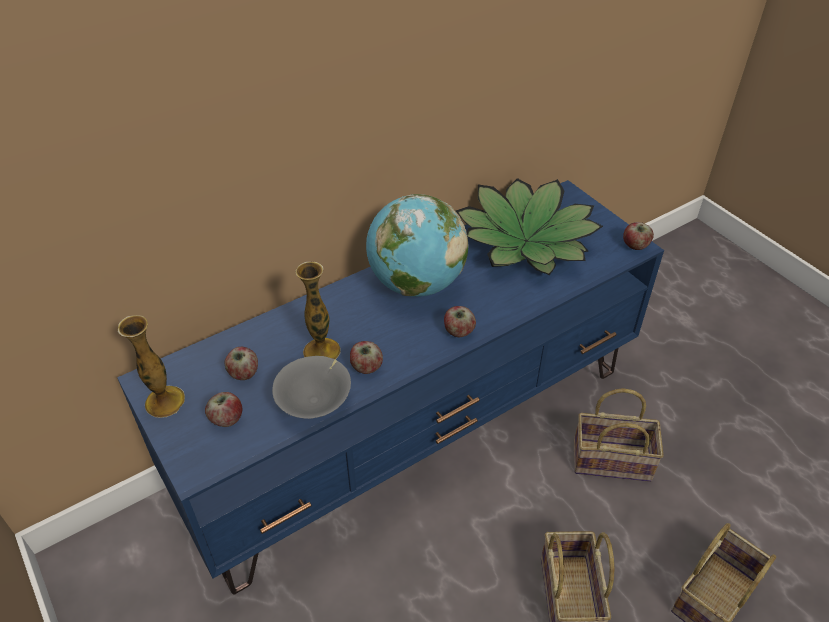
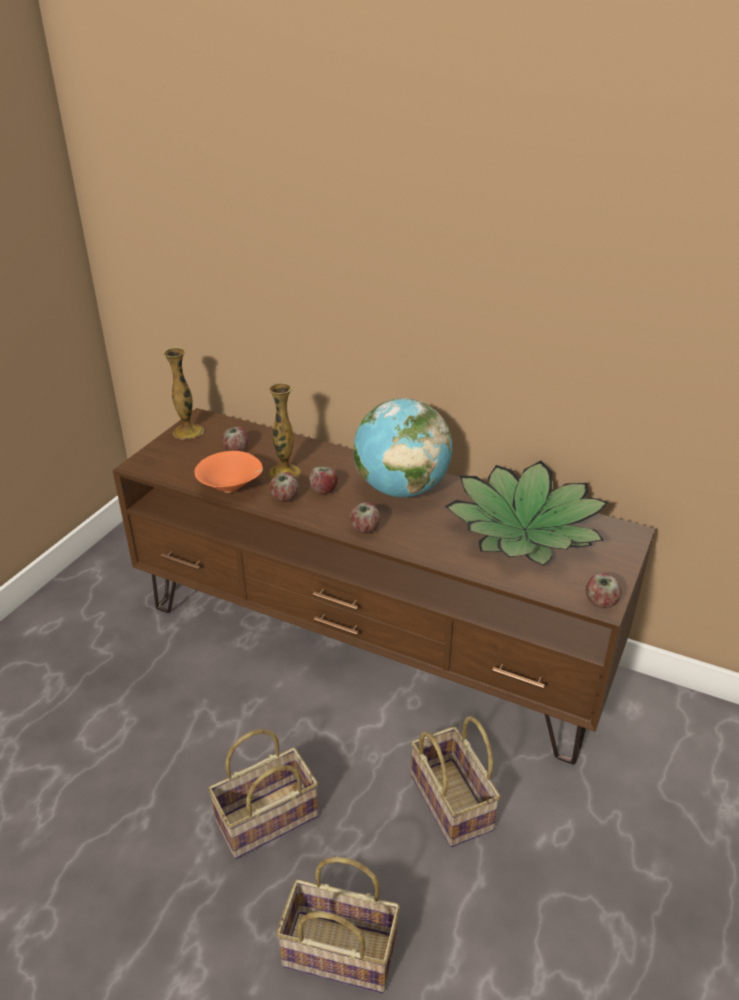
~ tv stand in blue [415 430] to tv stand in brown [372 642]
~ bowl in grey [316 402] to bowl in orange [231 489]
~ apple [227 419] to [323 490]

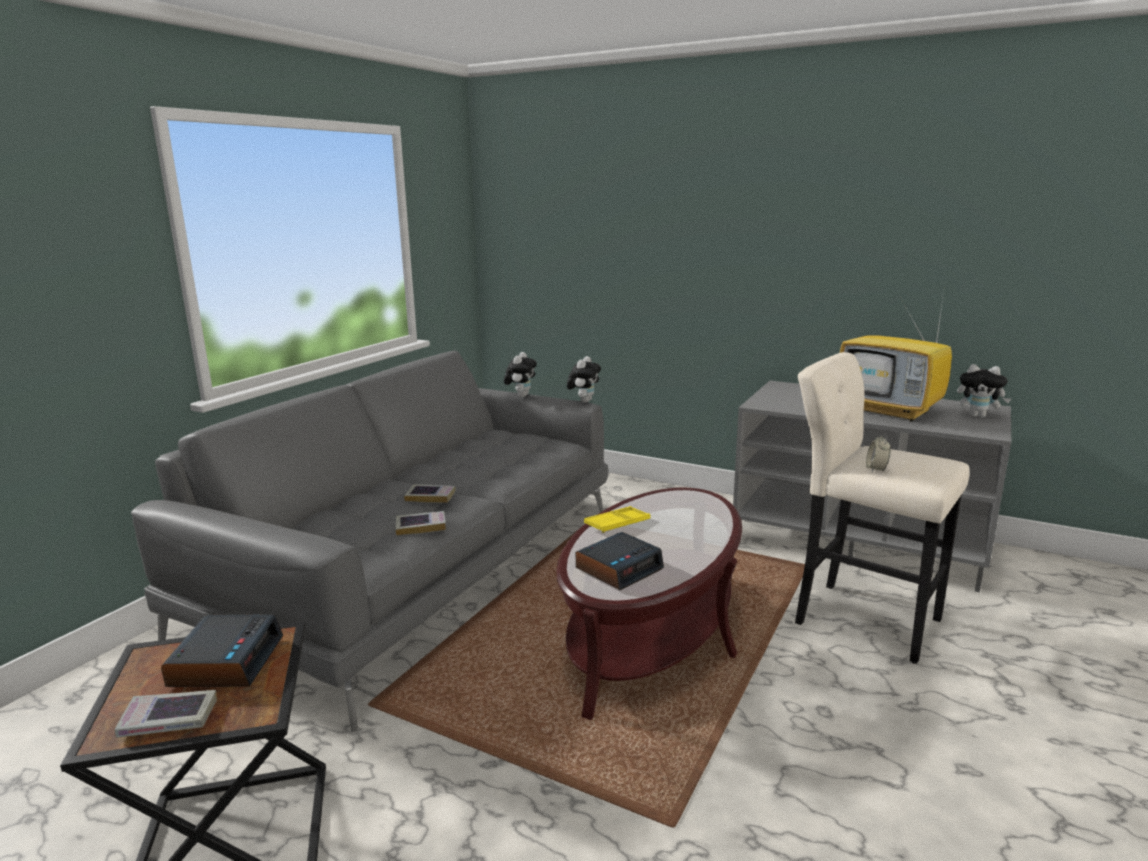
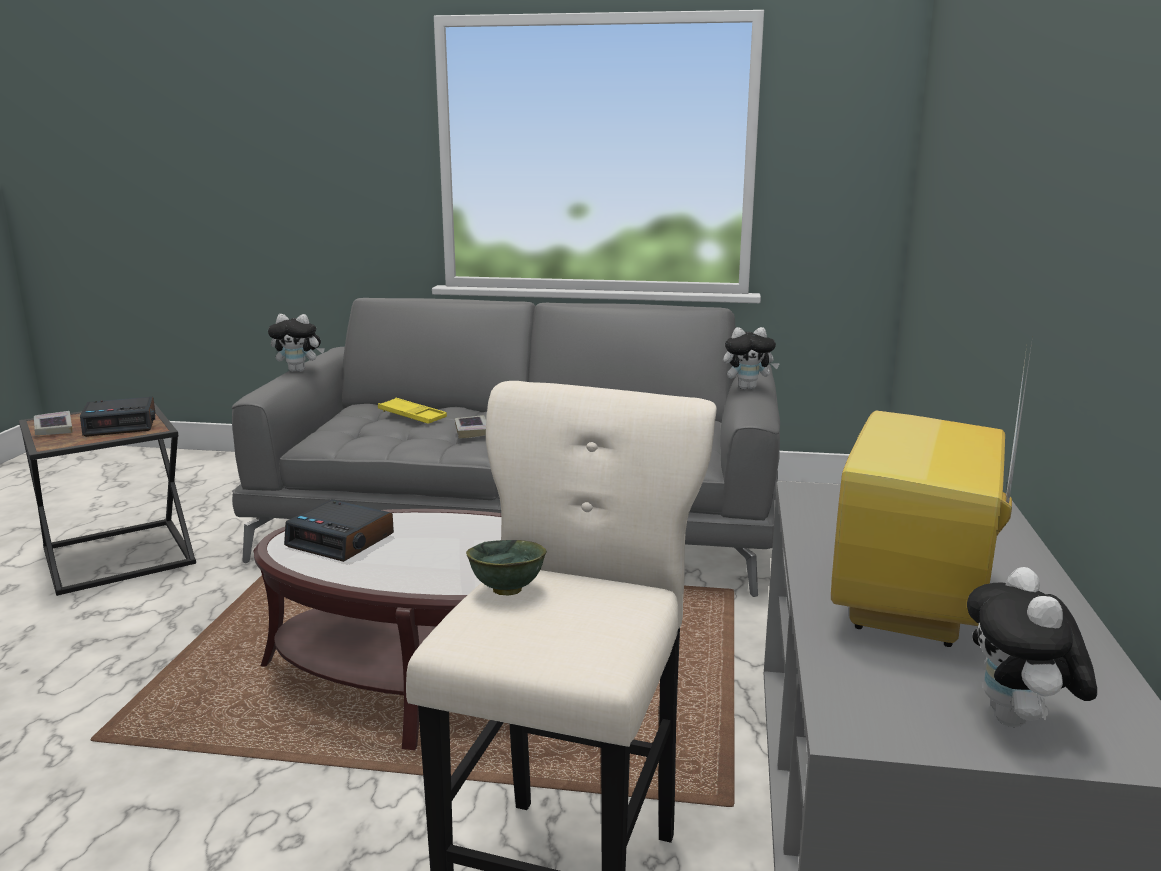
~ plush toy [584 401] to [299 370]
~ alarm clock [876 469] to bowl in green [505 590]
~ tray in yellow [617 524] to [412 416]
- book [421 526]

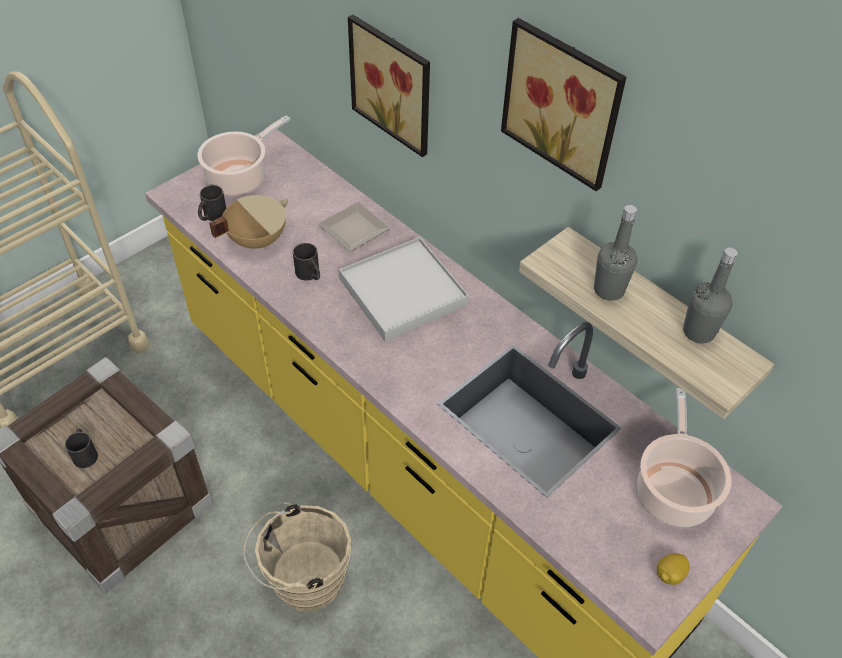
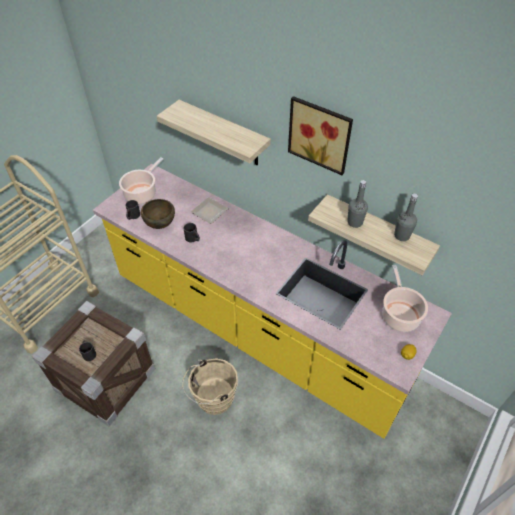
~ picture [394 83] to shelf [224 134]
~ cooking pot in beige [256 239] to bowl in brown [160 225]
- tray in white [403 292]

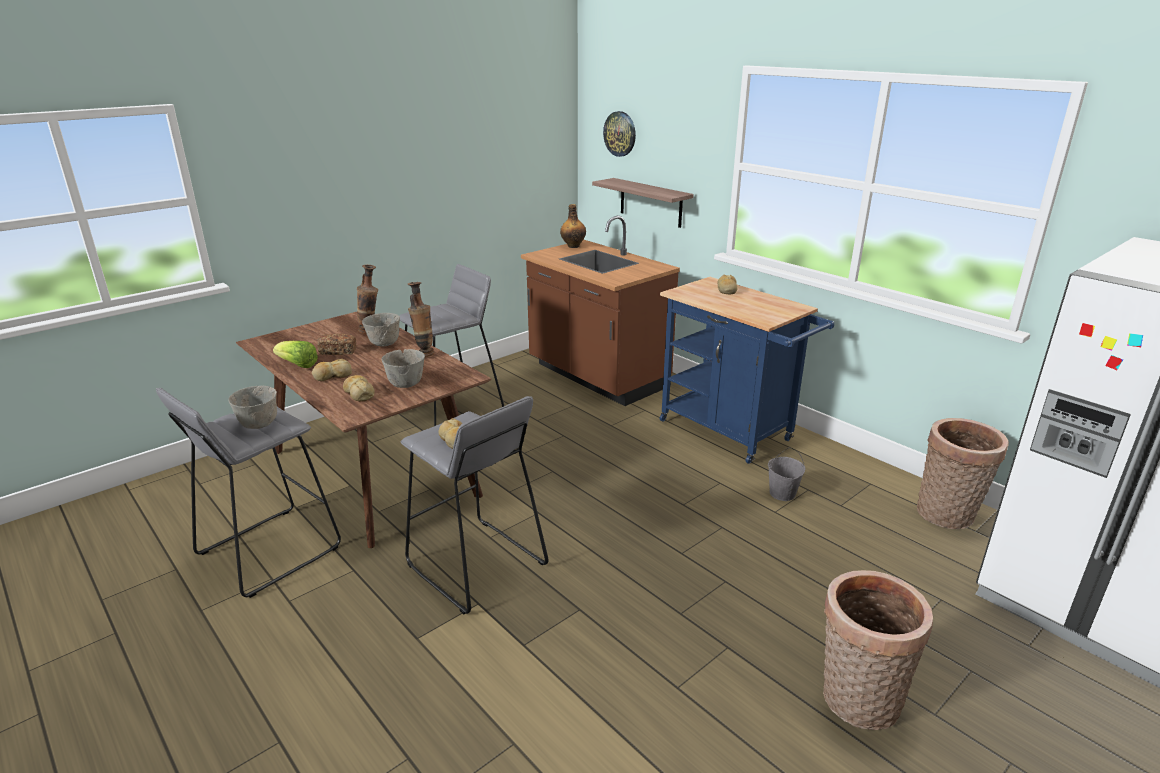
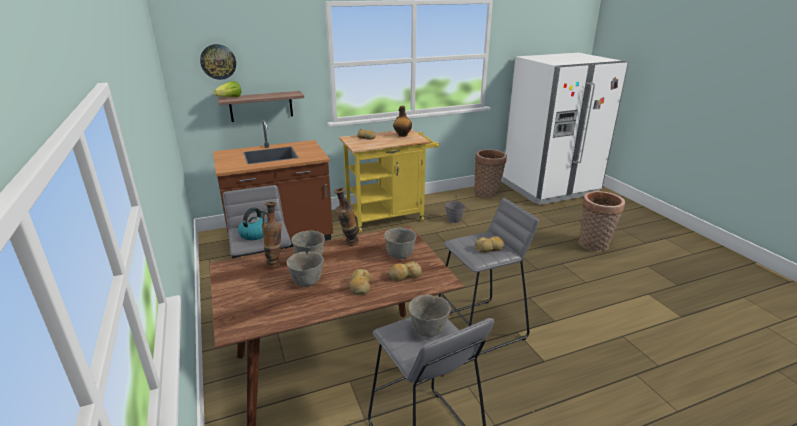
~ bottle [573 246] to [402 135]
~ cart in blue [732 433] to cart in yellow [390 216]
~ bread [338 351] to bowl in grey [307 281]
~ lettuce [298 365] to [230 98]
+ kettle [255 234]

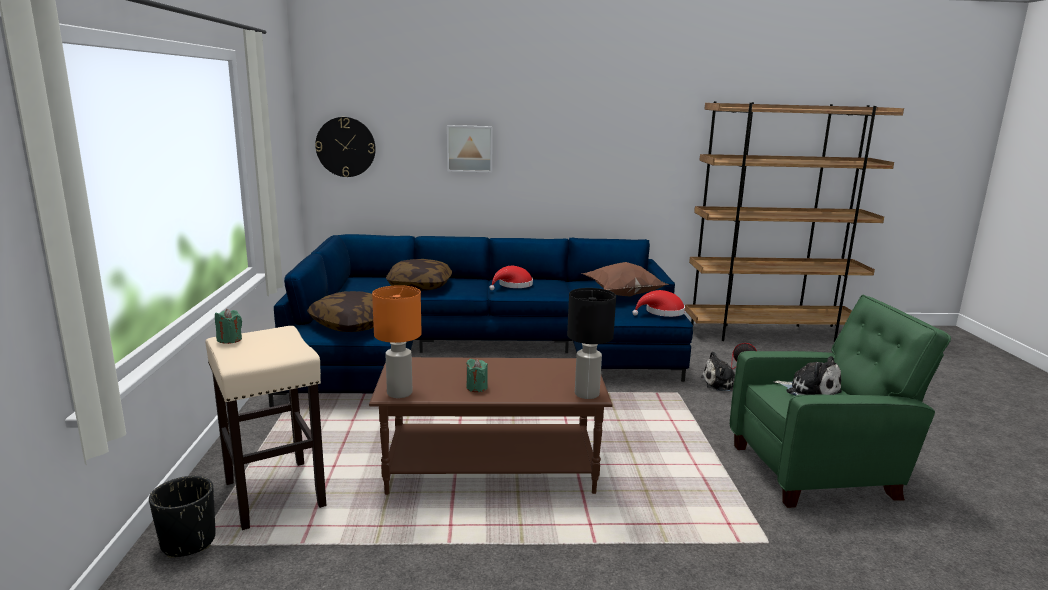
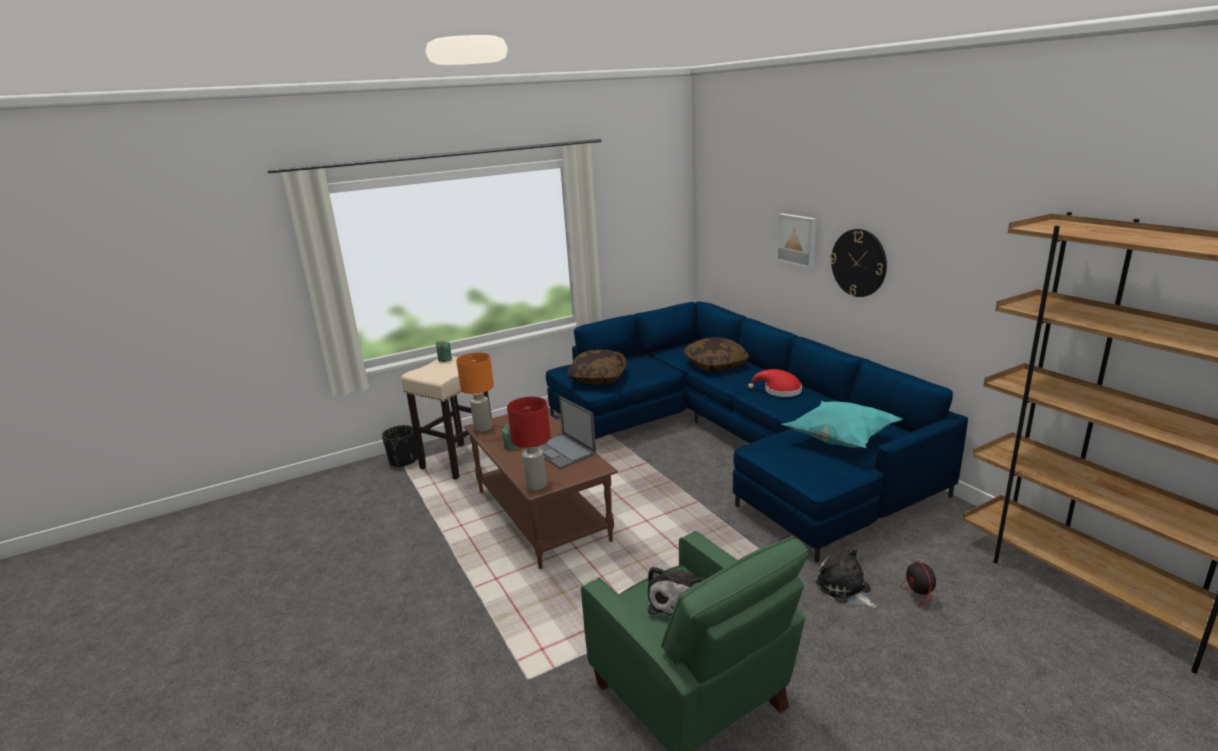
~ wall clock [345 147] to [858 263]
~ pillow in brown [621 295] to pillow in turquoise [839 441]
~ table lamp in black [587 394] to table lamp in red [535 485]
- hat in red [661 312]
+ laptop [563 451]

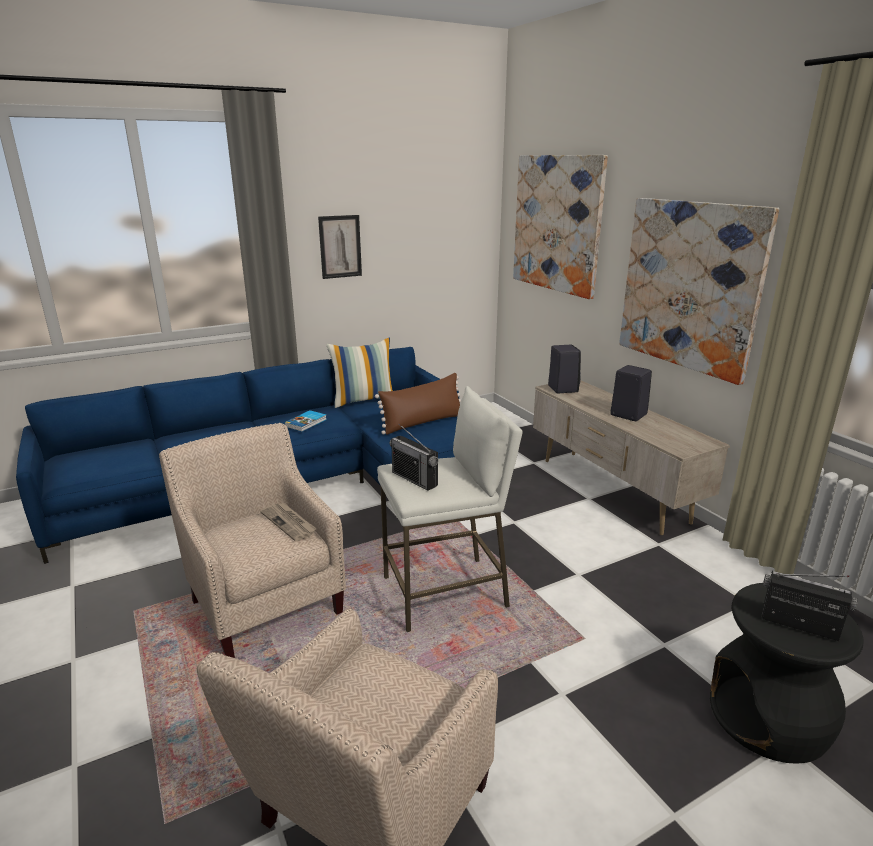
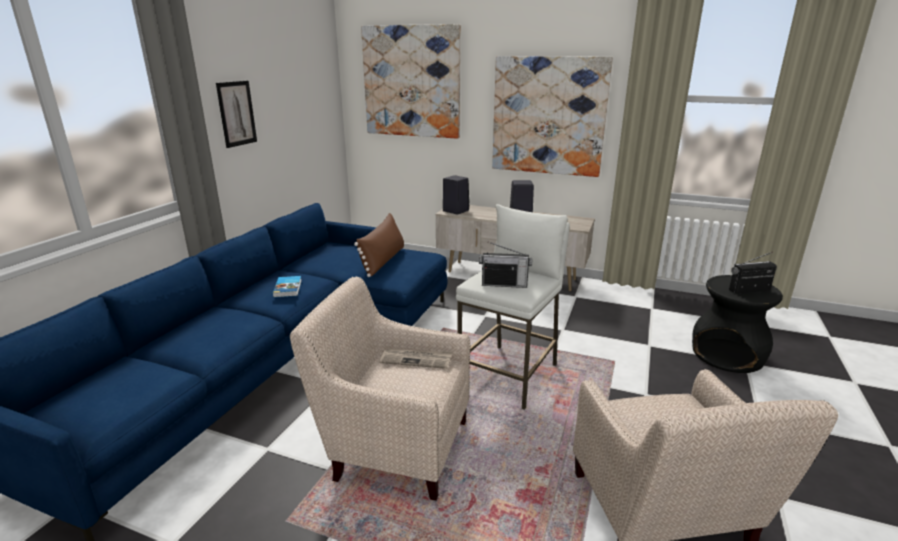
- pillow [364 400]

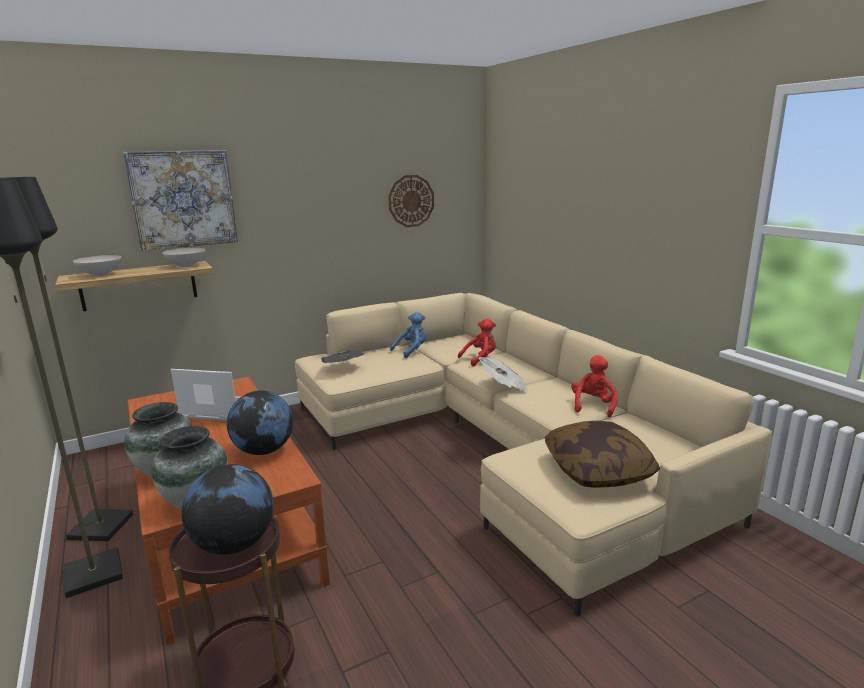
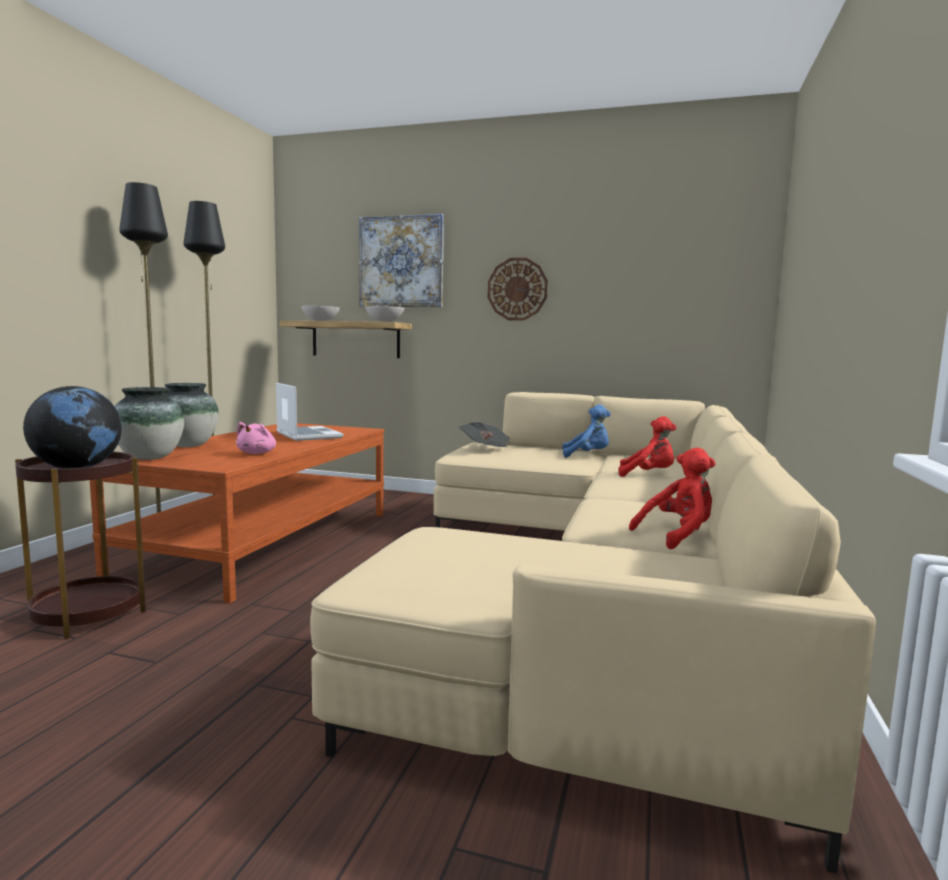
~ wall clock [411 201] to [517 289]
- newspaper [504 386]
~ globe [264 451] to plush toy in pink [257 453]
- pillow [598 470]

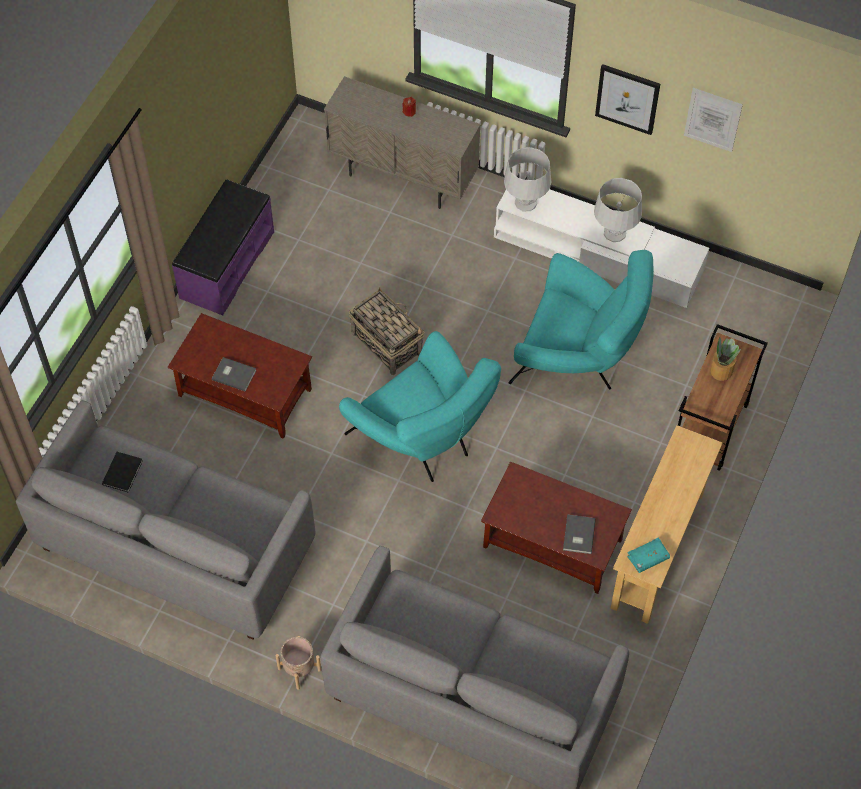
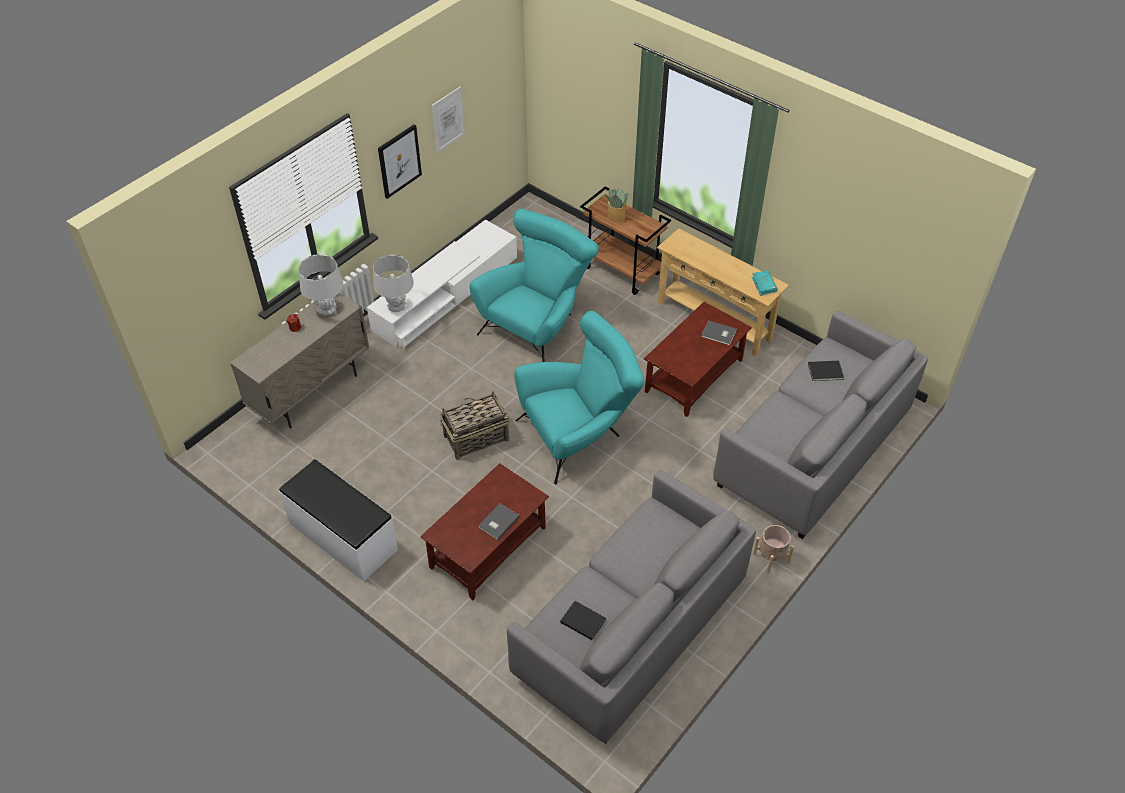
~ table lamp in grey [614 233] to [326 308]
~ bench in purple [226 264] to bench in white [342 537]
+ book in black [826 372]

